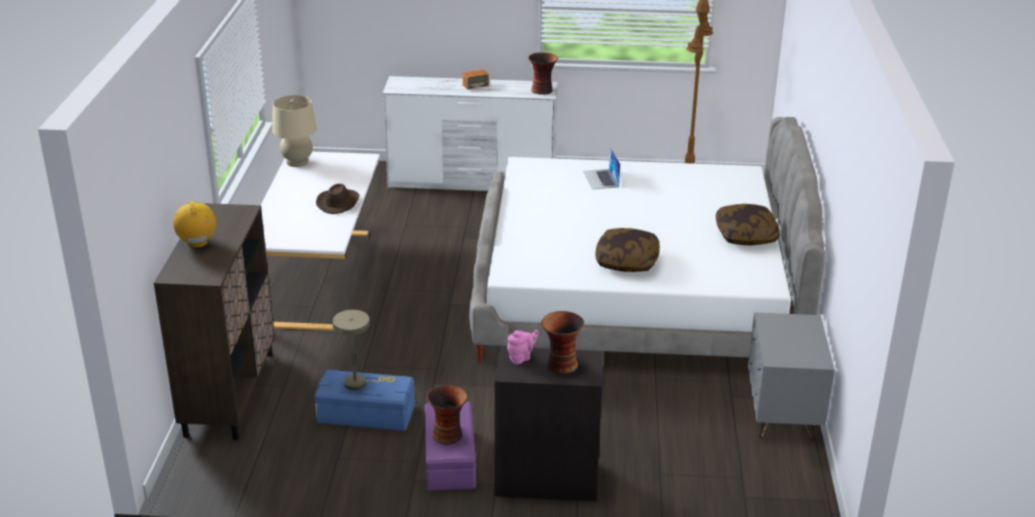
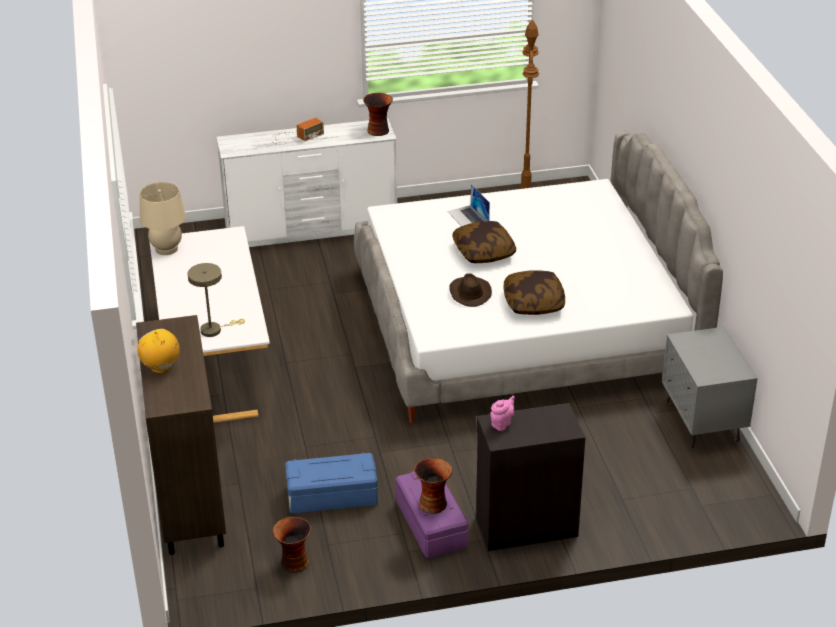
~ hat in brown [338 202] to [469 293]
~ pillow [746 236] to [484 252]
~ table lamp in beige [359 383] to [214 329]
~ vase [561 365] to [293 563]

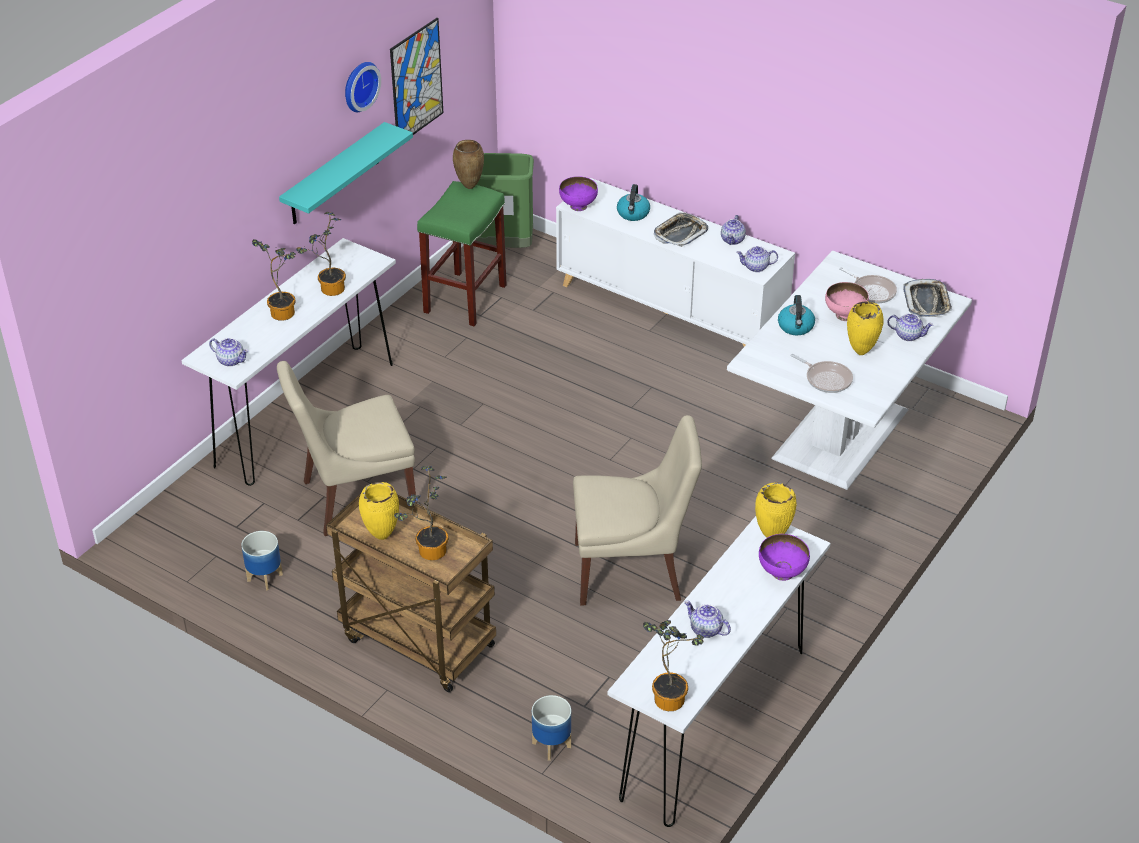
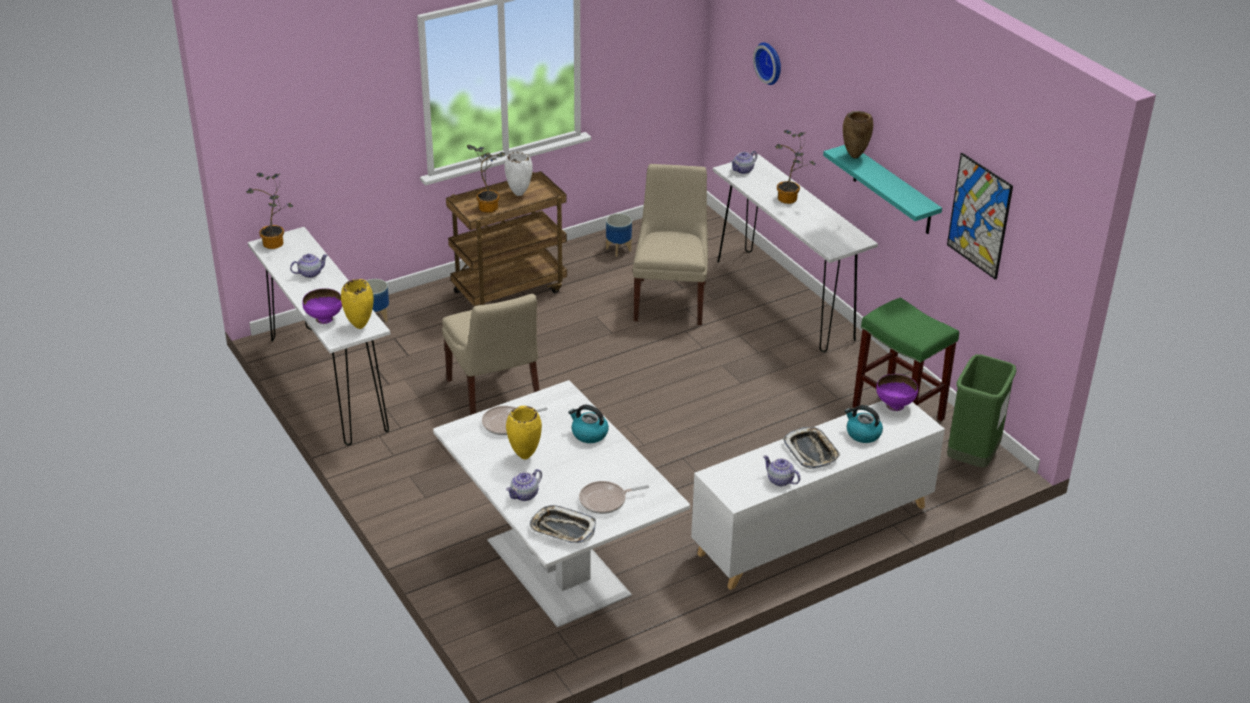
~ wall clock [358 85] to [770 62]
~ vase in brown [469 187] to [854 156]
- potted plant [329 289]
- teapot [755 267]
- bowl in pink [845 315]
~ chair in beige [632 571] = [495 396] 45 degrees counterclockwise
~ vase in yellow [381 536] to vase in white [519 194]

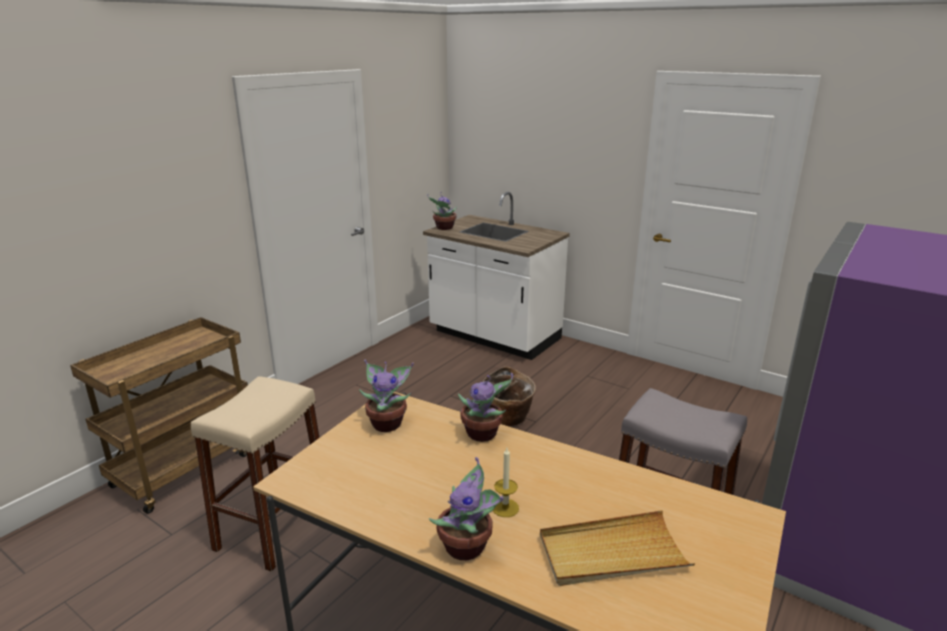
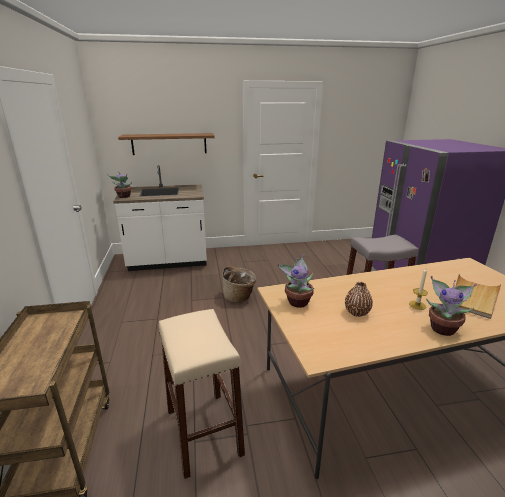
- potted plant [483 434]
+ shelf in brown [169 144]
+ vase in brown [357 312]

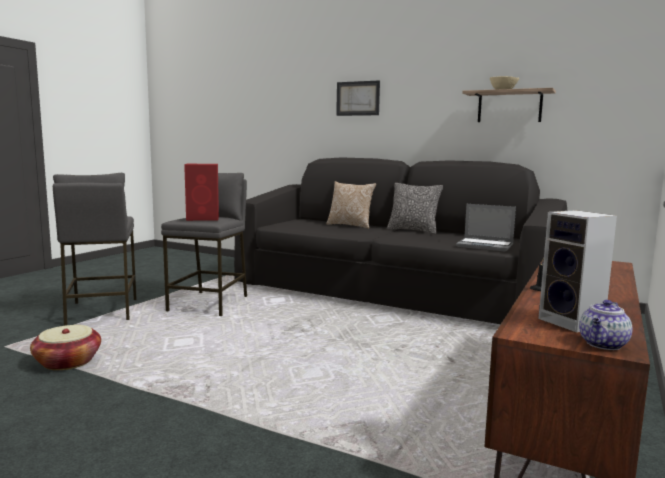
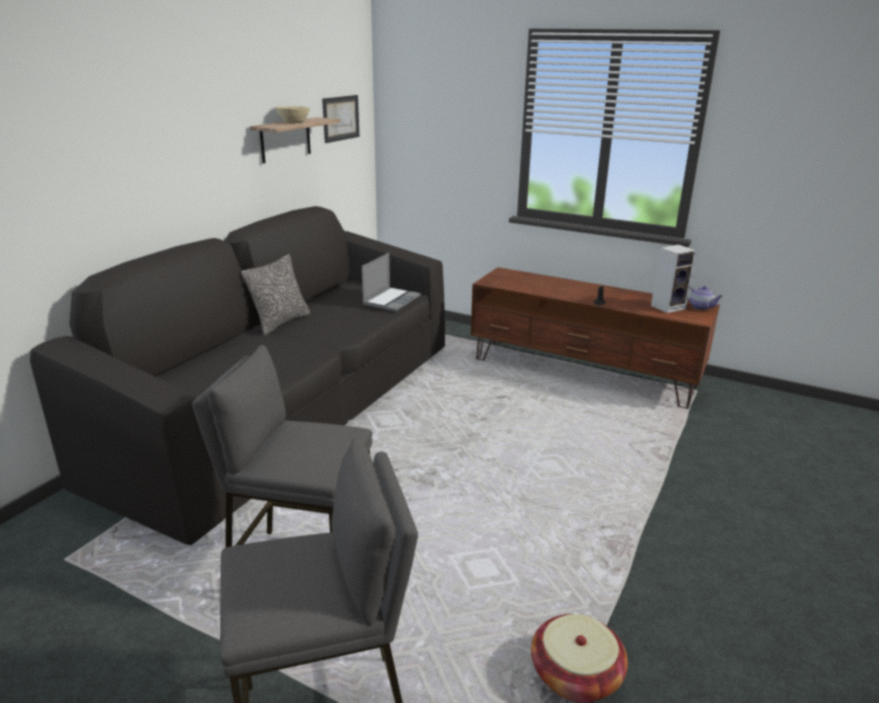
~ picture [358 98] to [340 118]
- speaker in red [204 218]
- pillow [350 225]

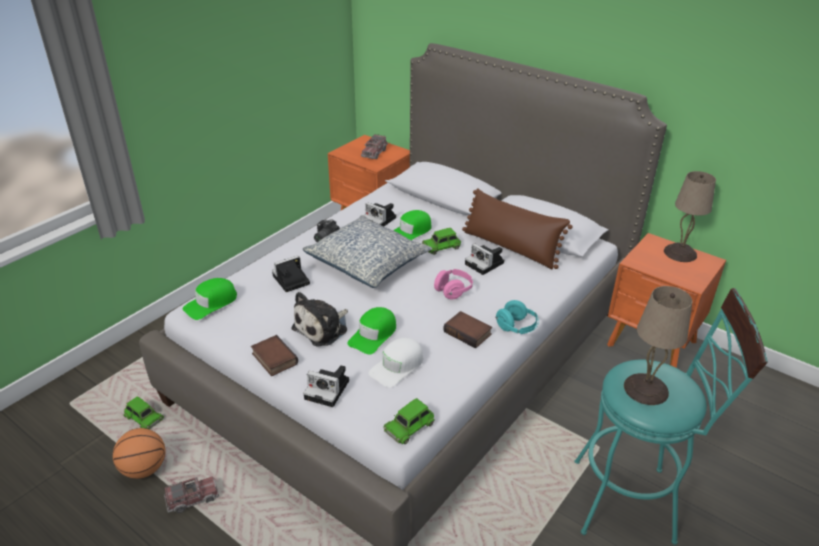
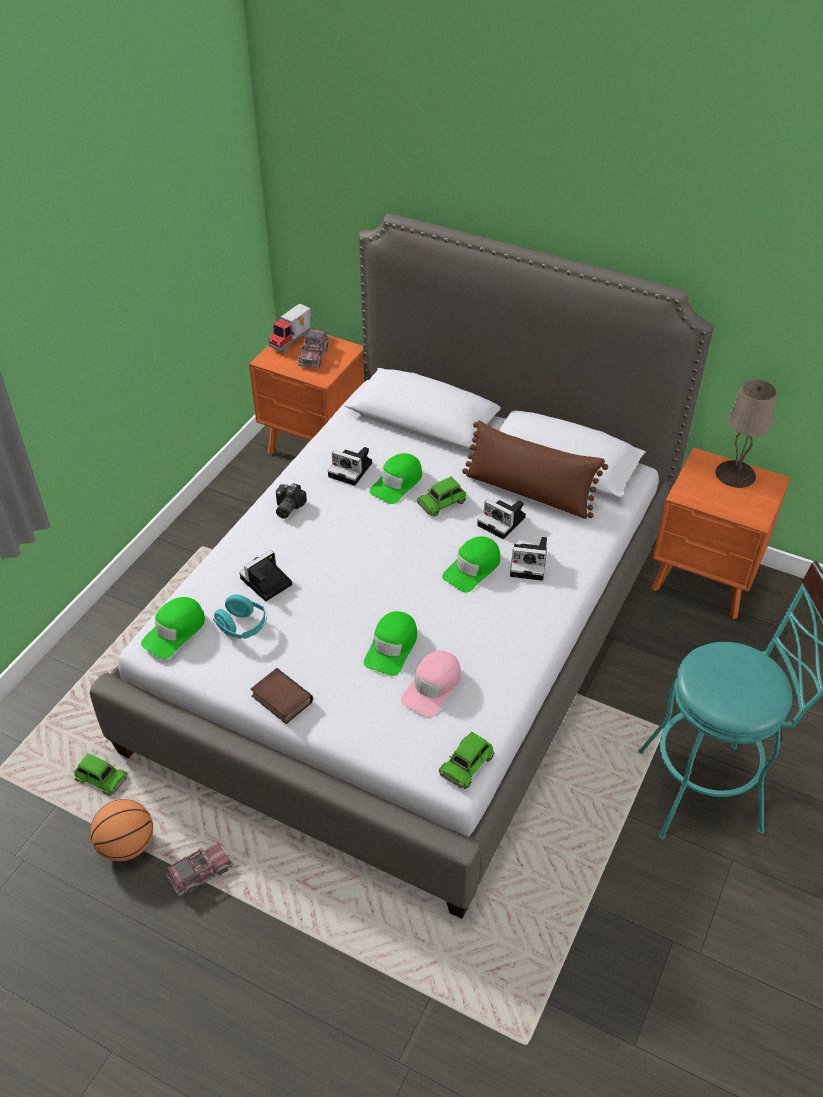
- pillow [368 262]
~ headphones in pink [453 291] to cap in green [473 568]
- table lamp in beige [645 388]
- plush toy [323 328]
~ headphones in turquoise [516 327] to [242 627]
- book [468 332]
~ cap in white [397 366] to cap in pink [432 687]
~ photo camera [329 390] to [530 563]
+ toy truck [292 341]

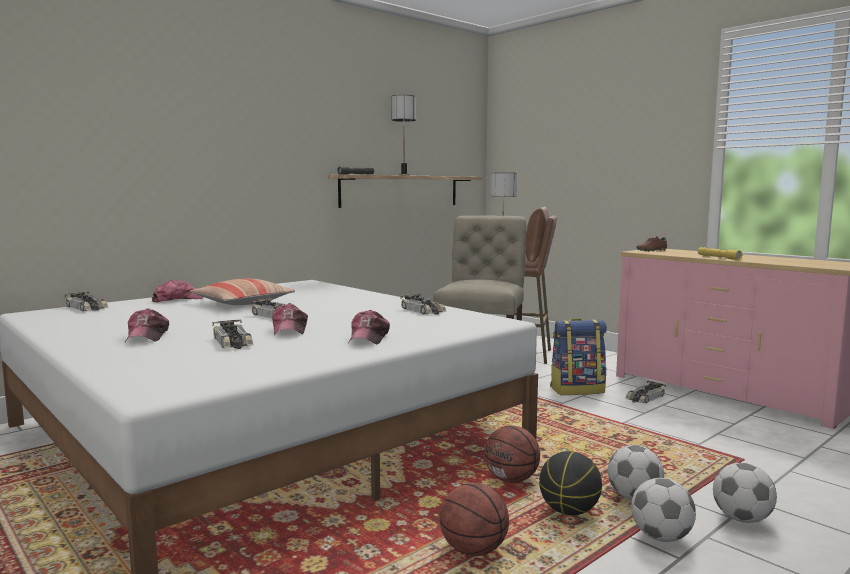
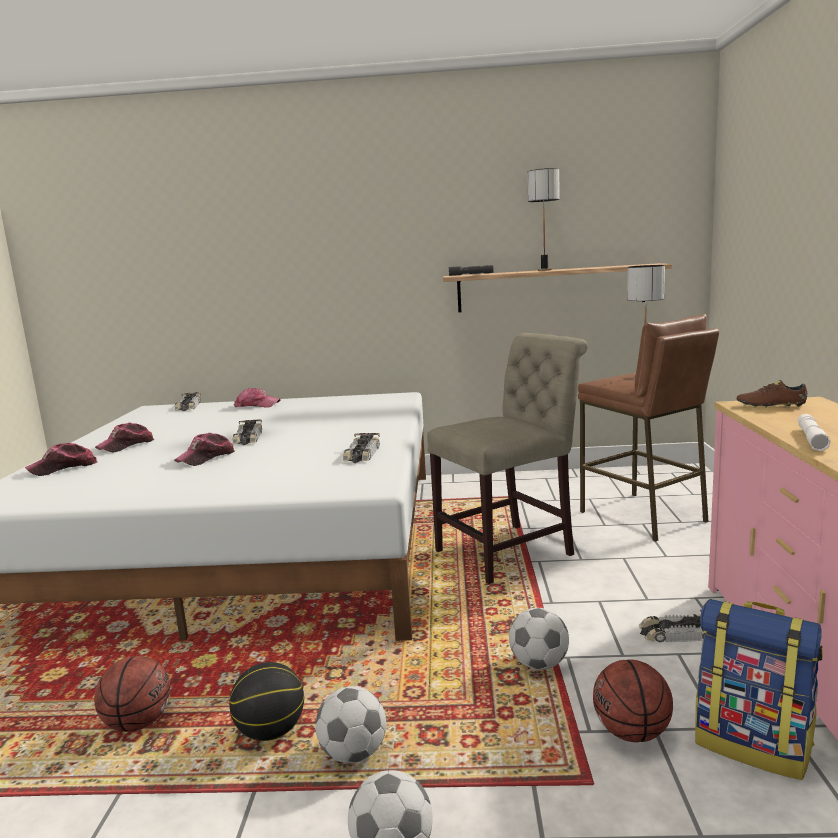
~ flashlight in yellow [718 257] to flashlight in white [811 439]
- pillow [242 302]
~ cap [369 338] to [63 468]
- toy car [233 342]
~ backpack [577 390] to [753 744]
~ basketball [511 479] to [631 733]
~ football [661 537] to [539 664]

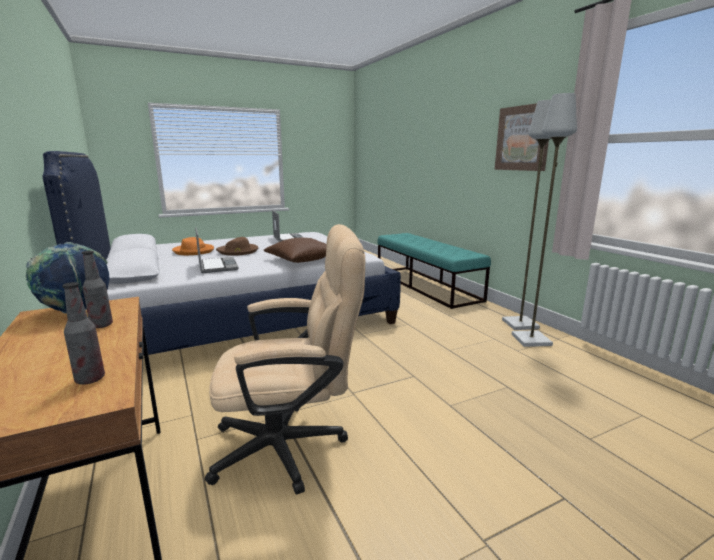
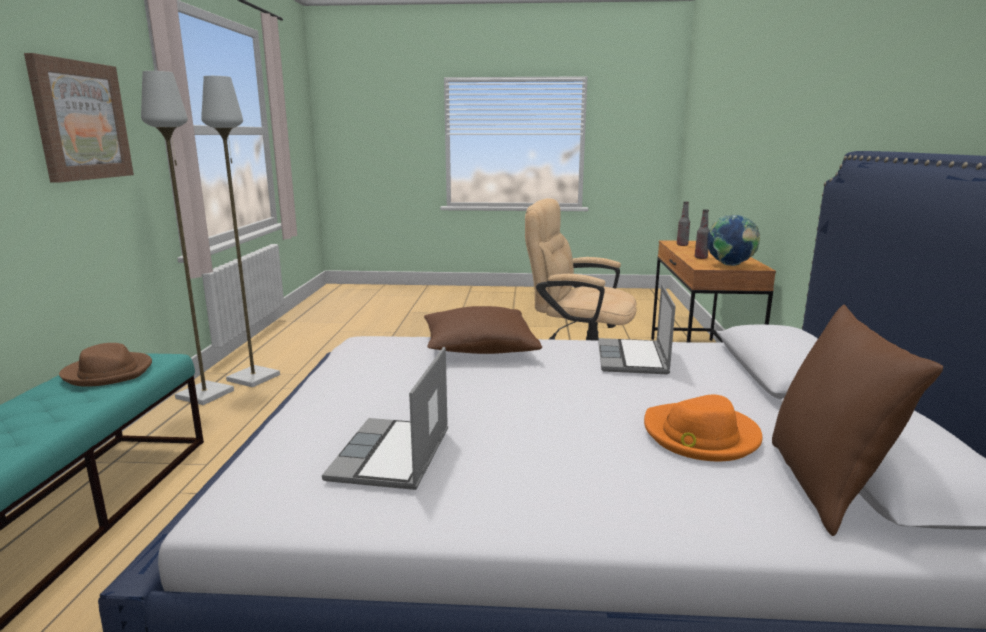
~ hat in brown [238 251] to [109 372]
+ pillow in brown [825 485]

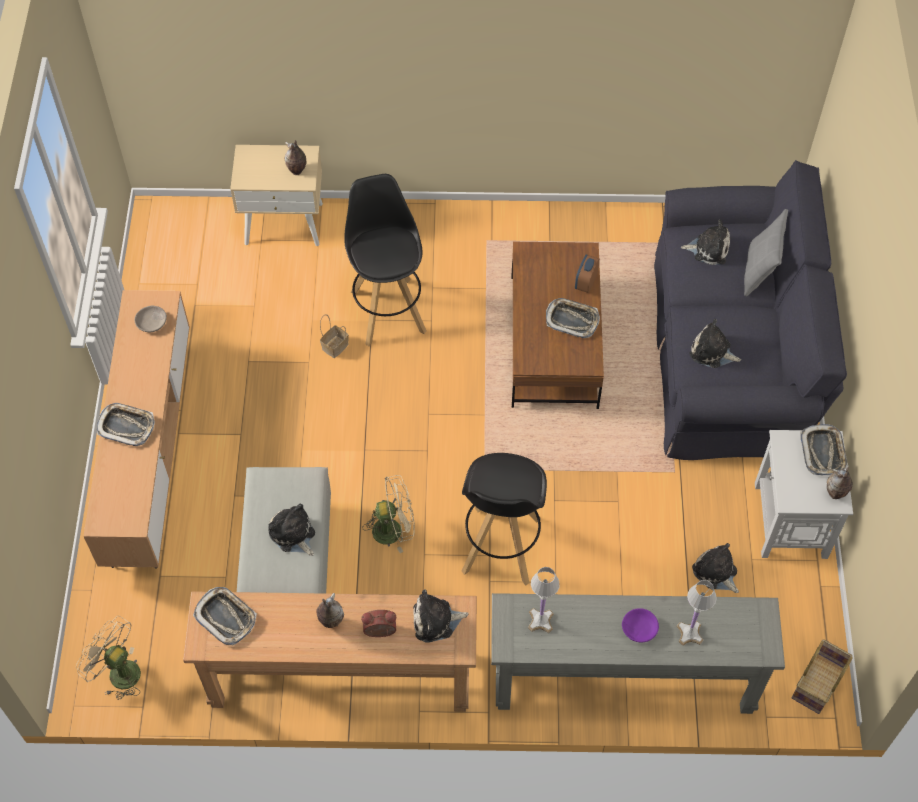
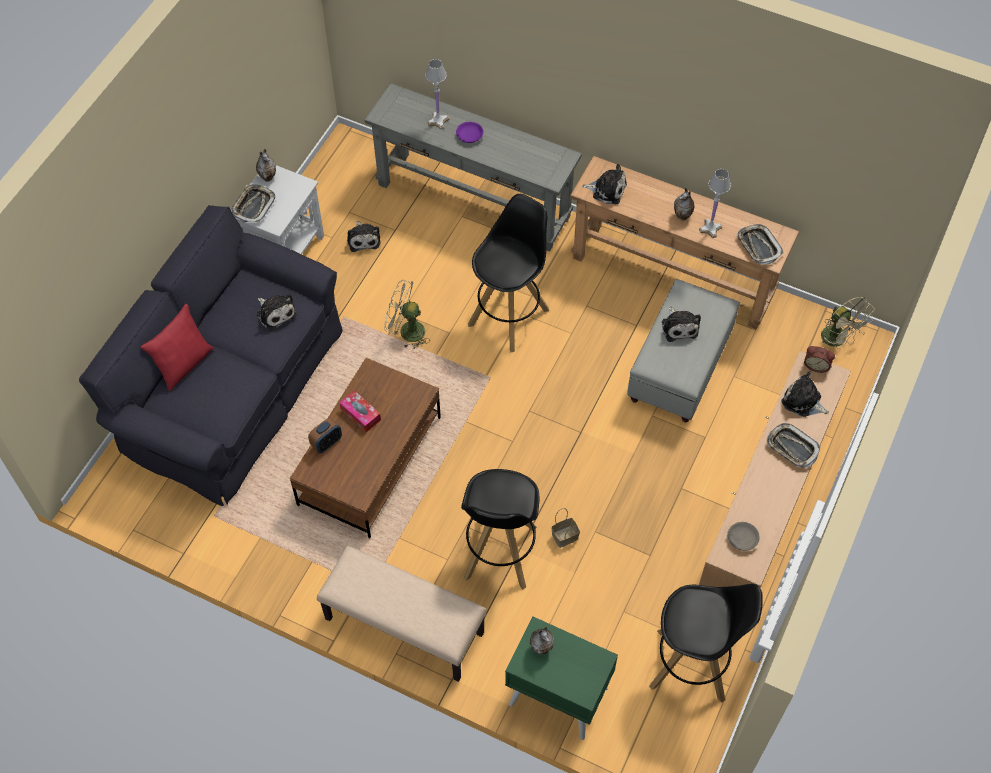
~ nightstand in beige [284 223] to nightstand in green [557 696]
~ pillow in grey [759 271] to pillow in red [184 364]
~ plush toy [708 249] to [803 401]
~ tray [572 320] to tissue box [360 414]
~ fan in beige [393 529] to [406 331]
~ table lamp in white [541 621] to [710 228]
~ alarm clock [380 632] to [816 365]
- basket [818 684]
+ bench in beige [403 626]
+ stool in black [692 665]

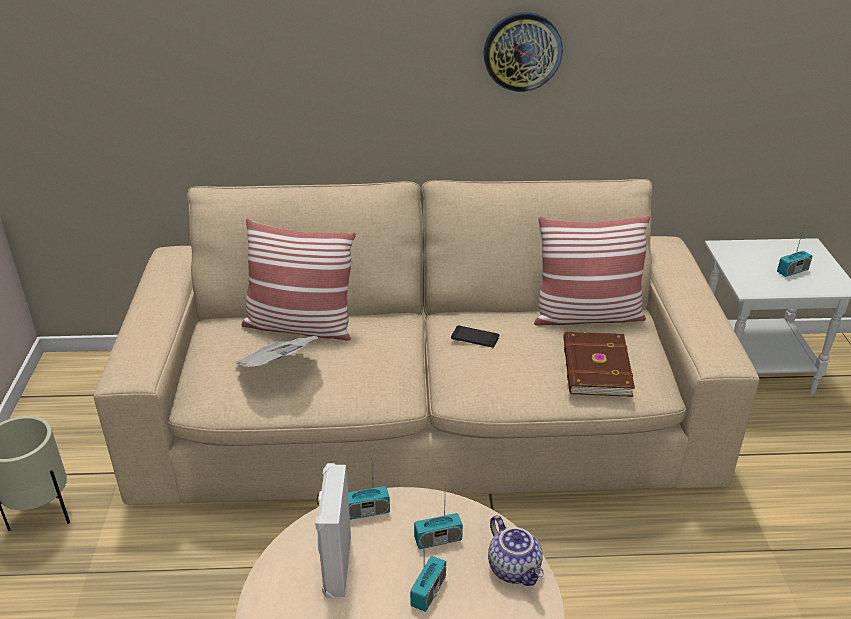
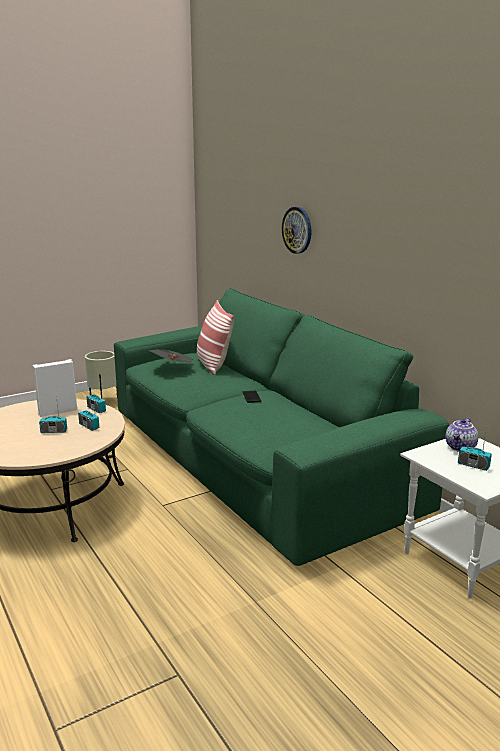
~ wall clock [522 51] to [297 230]
~ sofa in beige [425 420] to sofa in green [250 458]
- pillow [587 316]
- book in brown [594 368]
~ teapot [515 569] to [461 448]

